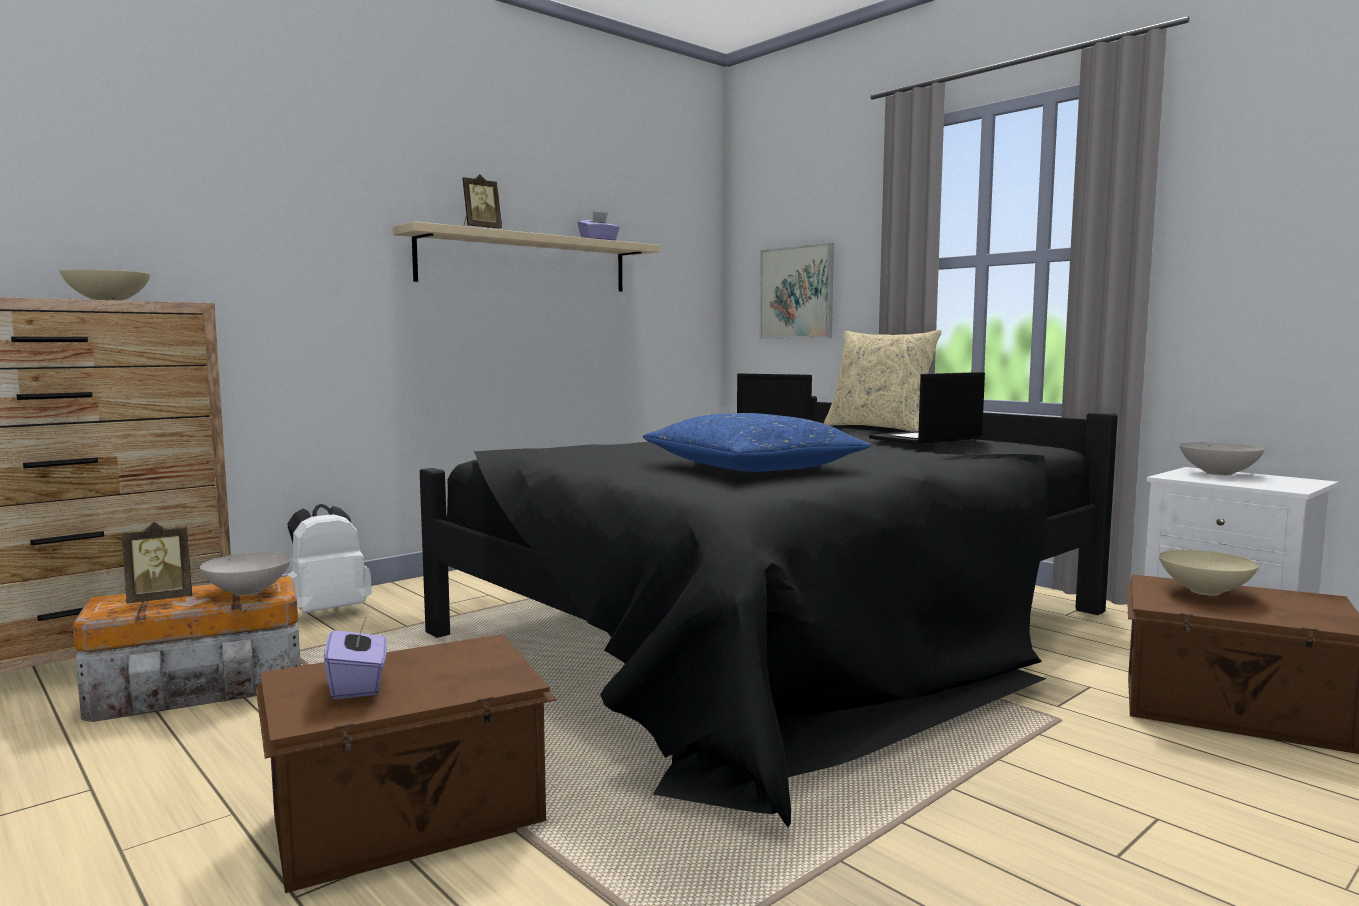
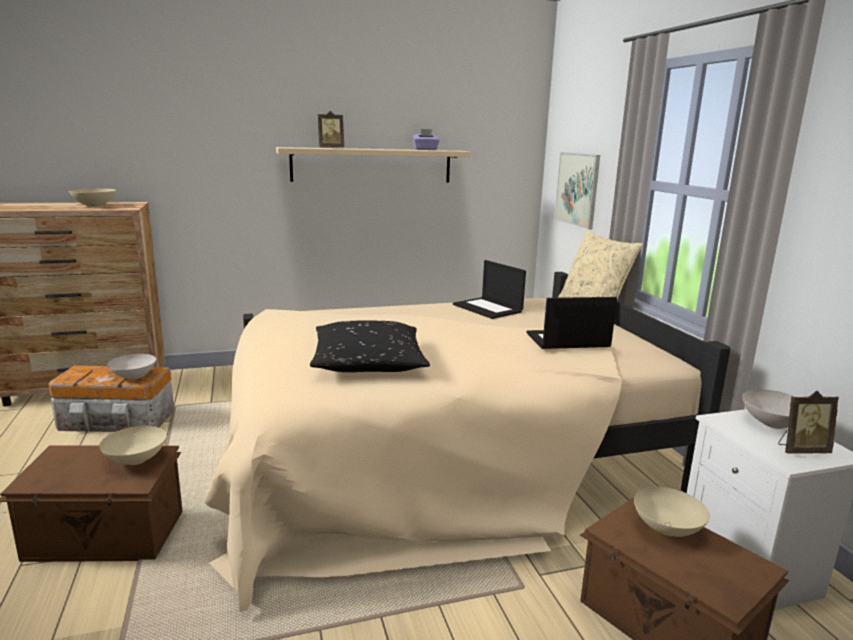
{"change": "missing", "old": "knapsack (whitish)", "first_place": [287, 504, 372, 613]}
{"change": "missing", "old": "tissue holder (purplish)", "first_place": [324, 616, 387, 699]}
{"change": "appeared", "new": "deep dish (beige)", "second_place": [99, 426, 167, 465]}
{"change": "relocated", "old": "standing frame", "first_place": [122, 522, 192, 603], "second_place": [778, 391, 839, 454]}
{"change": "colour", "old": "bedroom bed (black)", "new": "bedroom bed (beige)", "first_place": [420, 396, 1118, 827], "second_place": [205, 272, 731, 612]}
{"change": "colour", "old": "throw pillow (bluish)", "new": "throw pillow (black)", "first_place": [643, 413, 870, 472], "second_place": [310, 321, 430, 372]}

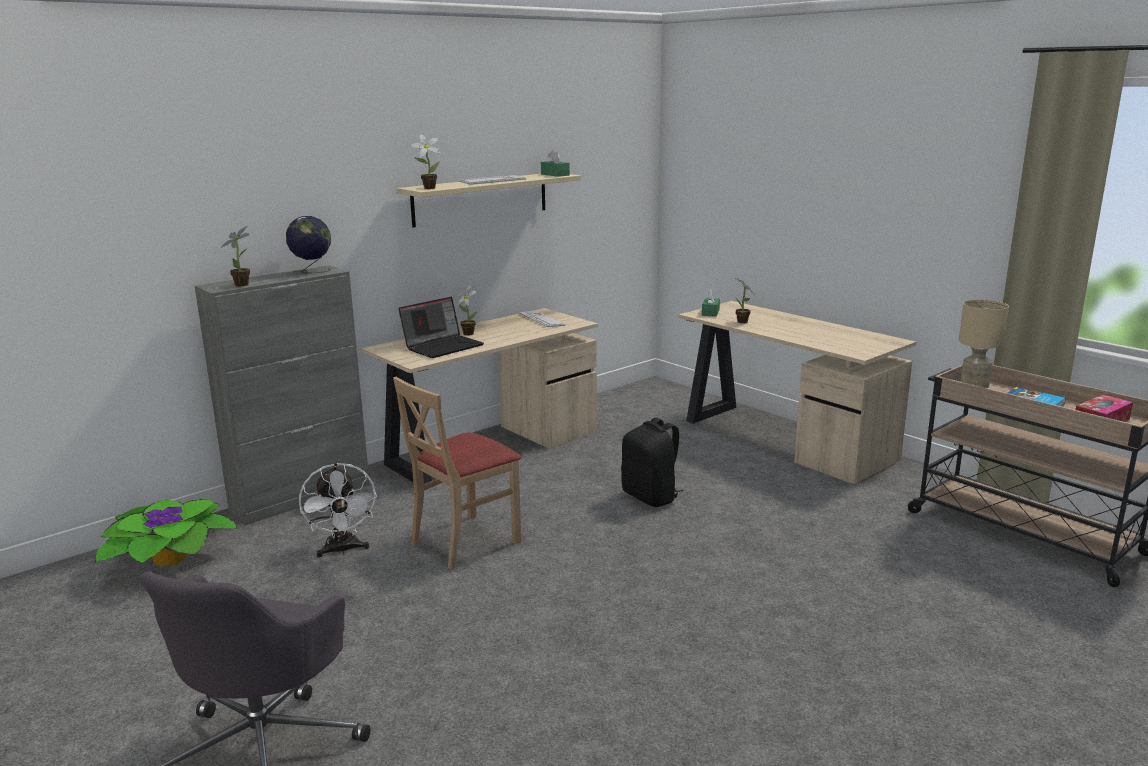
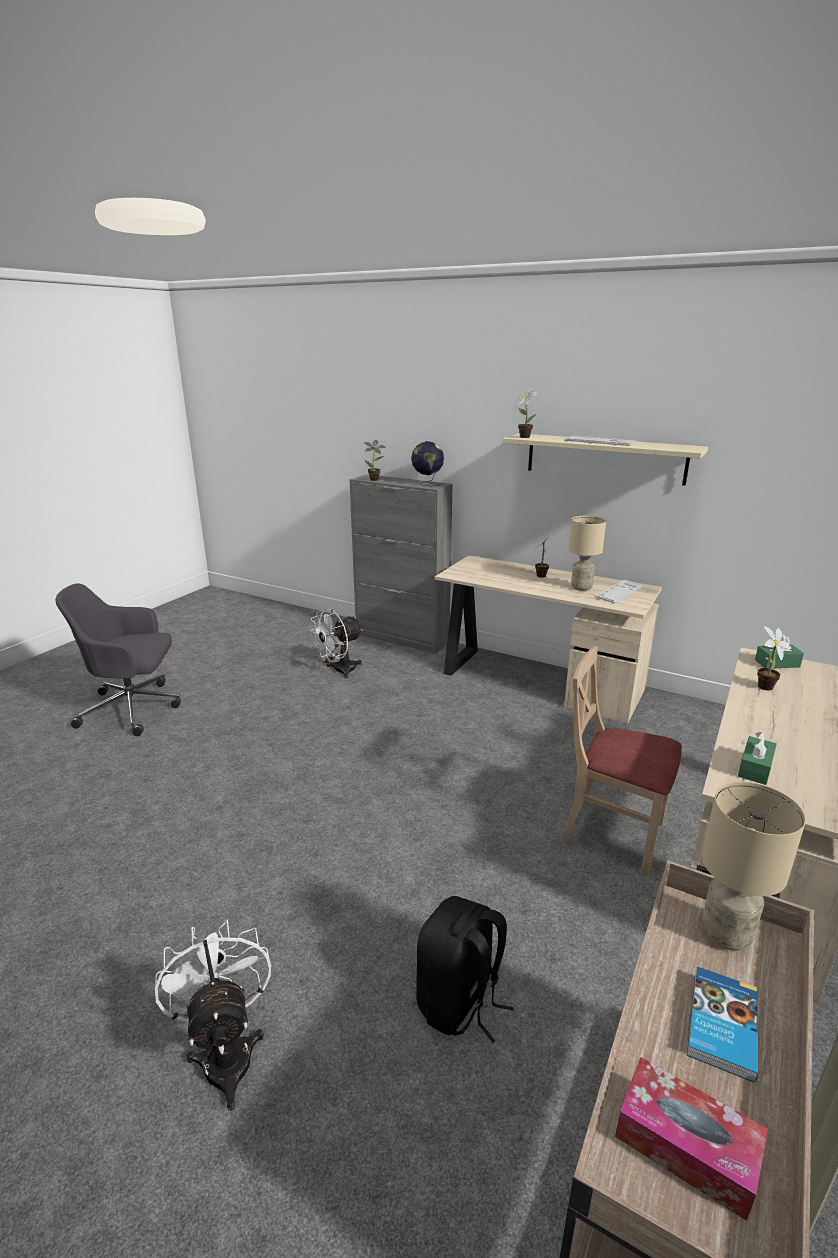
{"change": "missing", "old": "houseplant", "first_place": [95, 499, 238, 566]}
{"change": "missing", "old": "notebook computer", "first_place": [398, 297, 484, 358]}
{"change": "appeared", "new": "cooling fan (whitish)", "second_place": [155, 919, 271, 1111]}
{"change": "appeared", "new": "tabletop lamp (beige)", "second_place": [569, 516, 606, 591]}
{"change": "relocated", "old": "chair (beige)", "first_place": [393, 377, 521, 569], "second_place": [560, 646, 682, 876]}
{"change": "relocated", "old": "tissue holder (green-coloured)", "first_place": [541, 150, 570, 177], "second_place": [738, 732, 777, 785]}
{"change": "relocated", "old": "knapsack (black)", "first_place": [621, 417, 684, 507], "second_place": [416, 896, 514, 1043]}

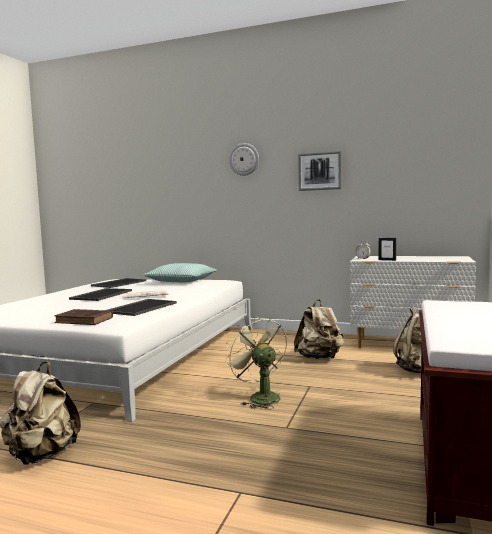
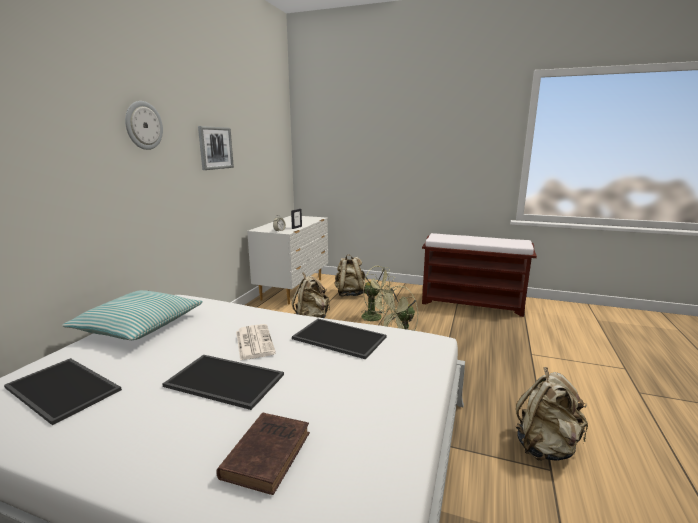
{"change": "appeared", "new": "cooling fan (green-coloured)", "second_place": [361, 266, 397, 324]}
{"change": "relocated", "old": "bound book (brown)", "first_place": [55, 309, 113, 325], "second_place": [216, 412, 310, 495]}

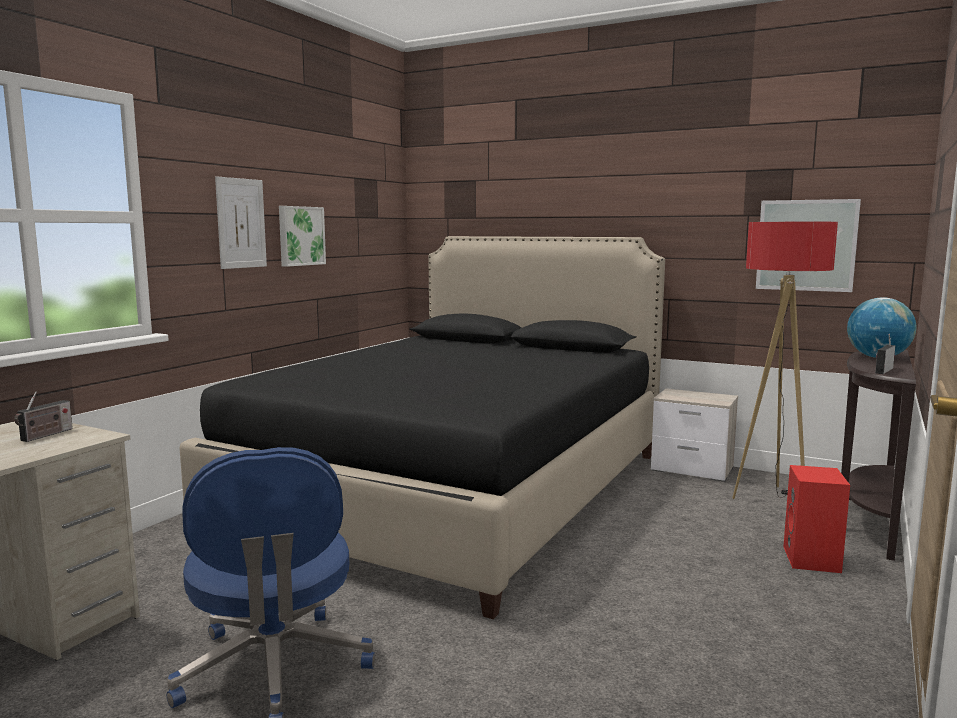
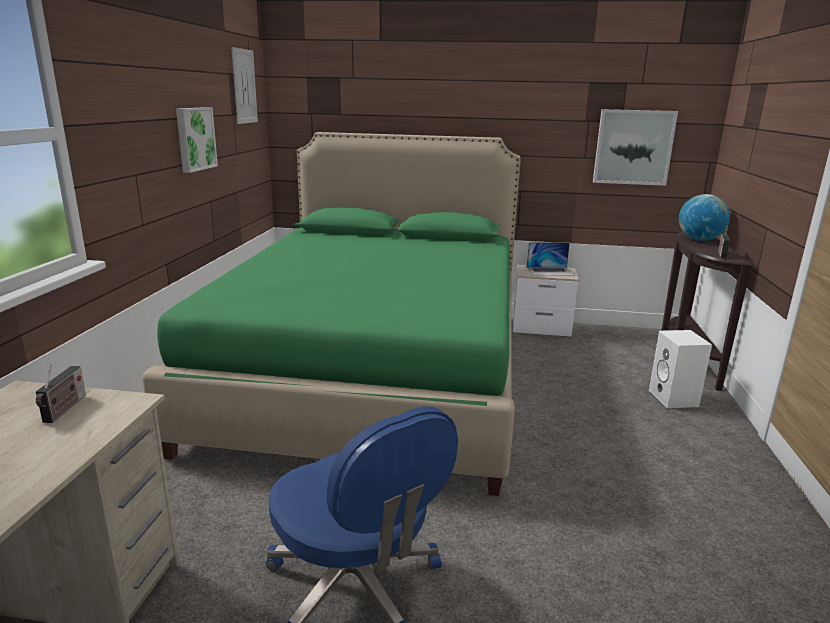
{"change": "missing", "old": "floor lamp", "first_place": [732, 222, 838, 499]}
{"change": "appeared", "new": "notebook computer", "second_place": [527, 242, 575, 276]}
{"change": "relocated", "old": "picture", "first_place": [215, 176, 267, 269], "second_place": [231, 47, 258, 124]}
{"change": "colour", "old": "bedroom bed (black)", "new": "bedroom bed (green-coloured)", "first_place": [180, 236, 665, 619], "second_place": [142, 132, 521, 496]}
{"change": "colour", "old": "speaker (red-coloured)", "new": "speaker (whitish)", "first_place": [783, 465, 850, 573], "second_place": [649, 330, 712, 408]}

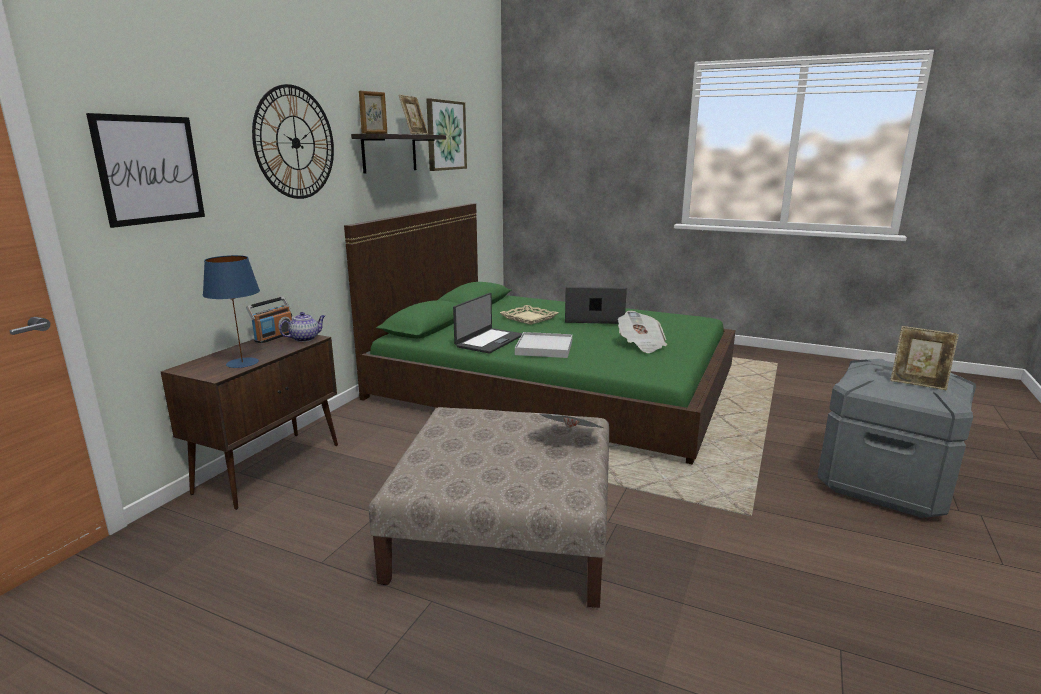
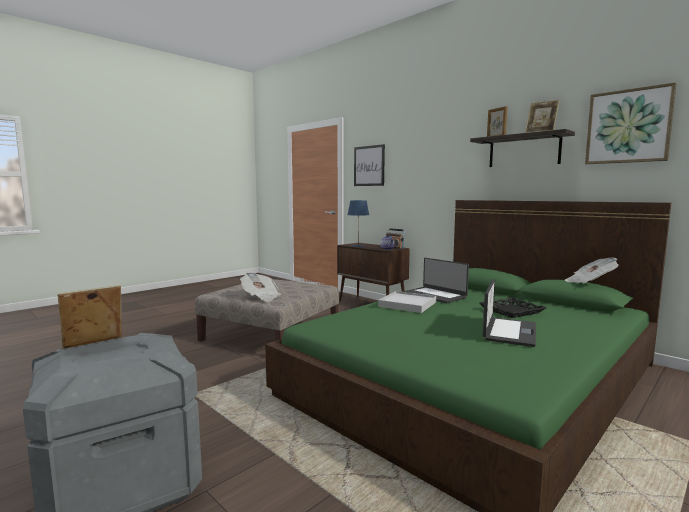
{"change": "missing", "old": "wall clock", "first_place": [252, 84, 334, 199]}
{"change": "relocated", "old": "daily paper", "first_place": [618, 311, 667, 353], "second_place": [565, 257, 619, 283]}
{"change": "colour", "old": "carrying tray (beige)", "new": "carrying tray (black)", "first_place": [500, 305, 558, 325], "second_place": [479, 297, 547, 318]}

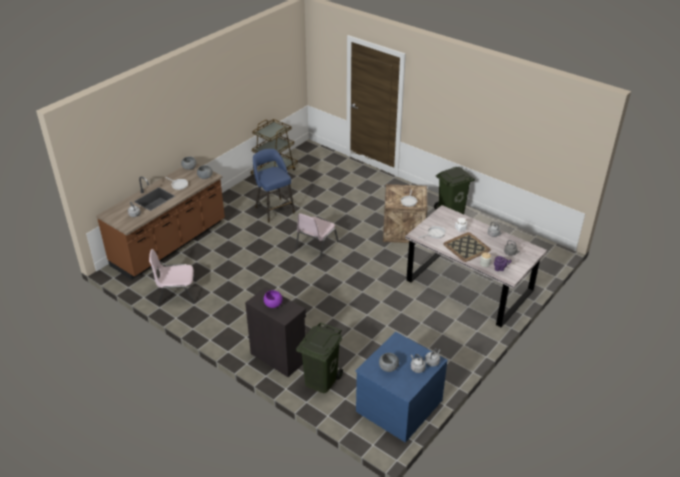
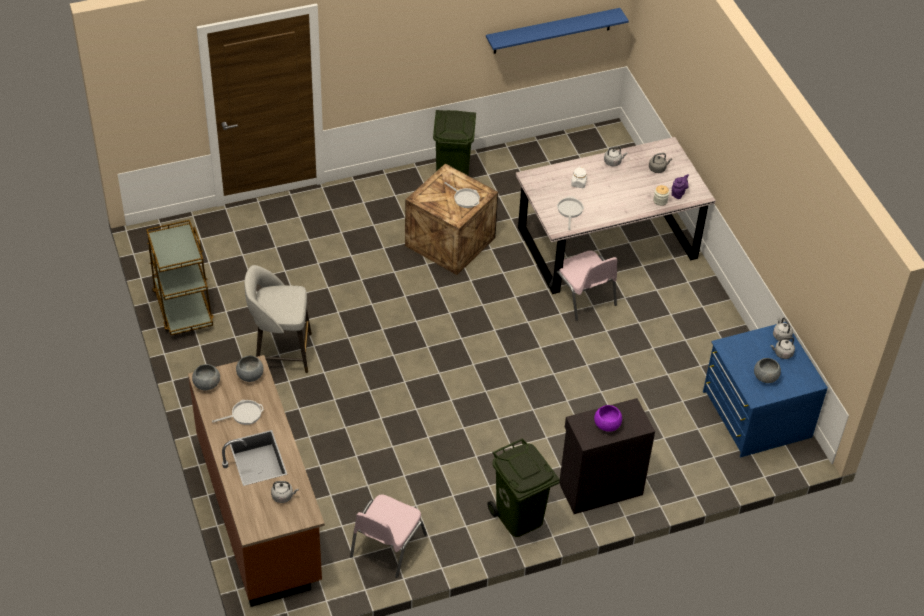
{"change": "missing", "old": "carrying tray", "first_place": [443, 232, 491, 262]}
{"change": "appeared", "new": "bracket shelf (bluish)", "second_place": [486, 8, 629, 54]}
{"change": "relocated", "old": "chair (pinkish)", "first_place": [295, 213, 339, 259], "second_place": [549, 250, 618, 321]}
{"change": "relocated", "old": "waste bin (green-coloured)", "first_place": [296, 322, 343, 393], "second_place": [488, 438, 560, 537]}
{"change": "colour", "old": "sitting stool (bluish)", "new": "sitting stool (grey)", "first_place": [253, 149, 295, 222], "second_place": [245, 265, 312, 373]}

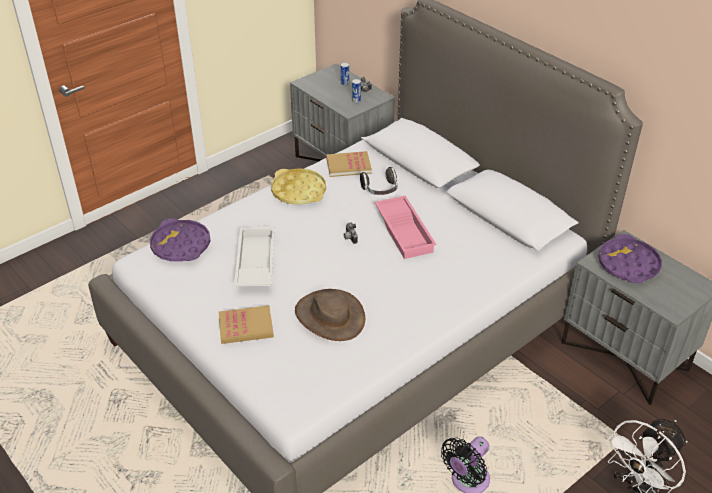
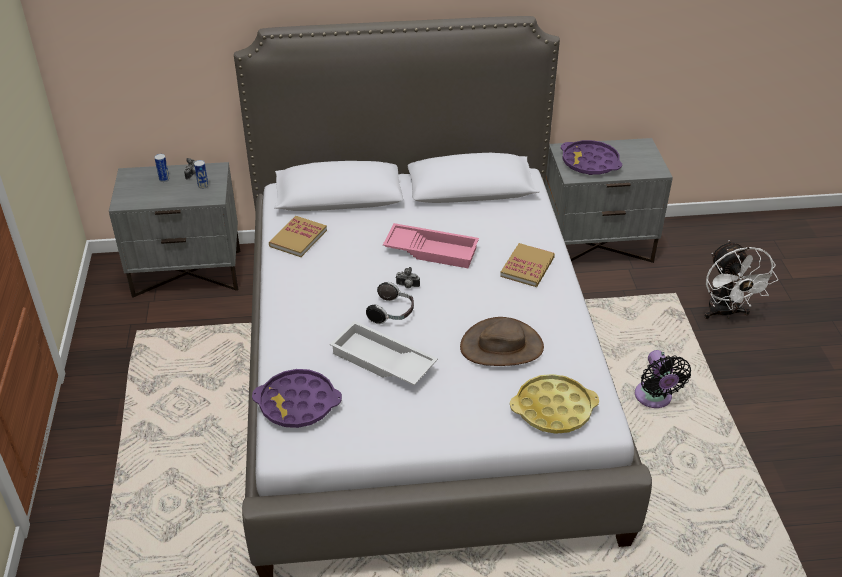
{"change": "relocated", "old": "bound book", "first_place": [218, 306, 274, 344], "second_place": [500, 243, 555, 287]}
{"change": "relocated", "old": "carrying tray (yellowish)", "first_place": [271, 168, 326, 205], "second_place": [510, 374, 599, 434]}
{"change": "relocated", "old": "pair of headphones", "first_place": [360, 167, 397, 195], "second_place": [366, 282, 414, 324]}

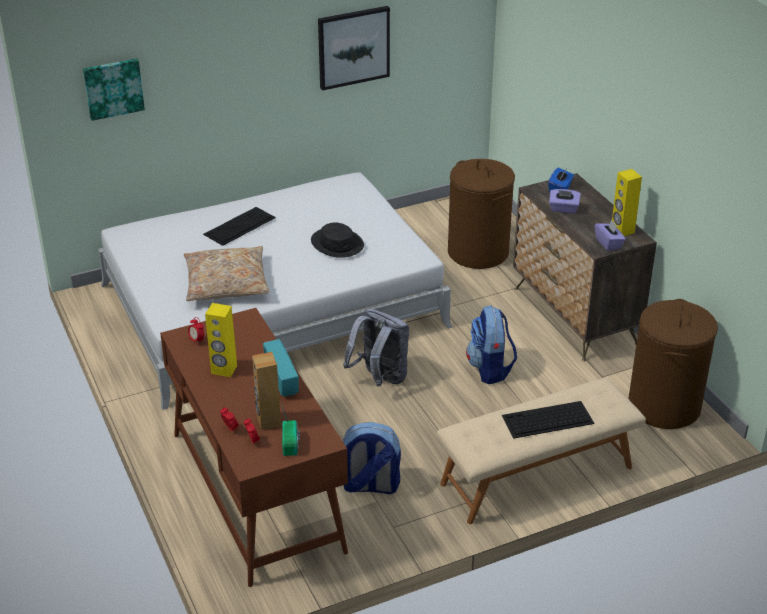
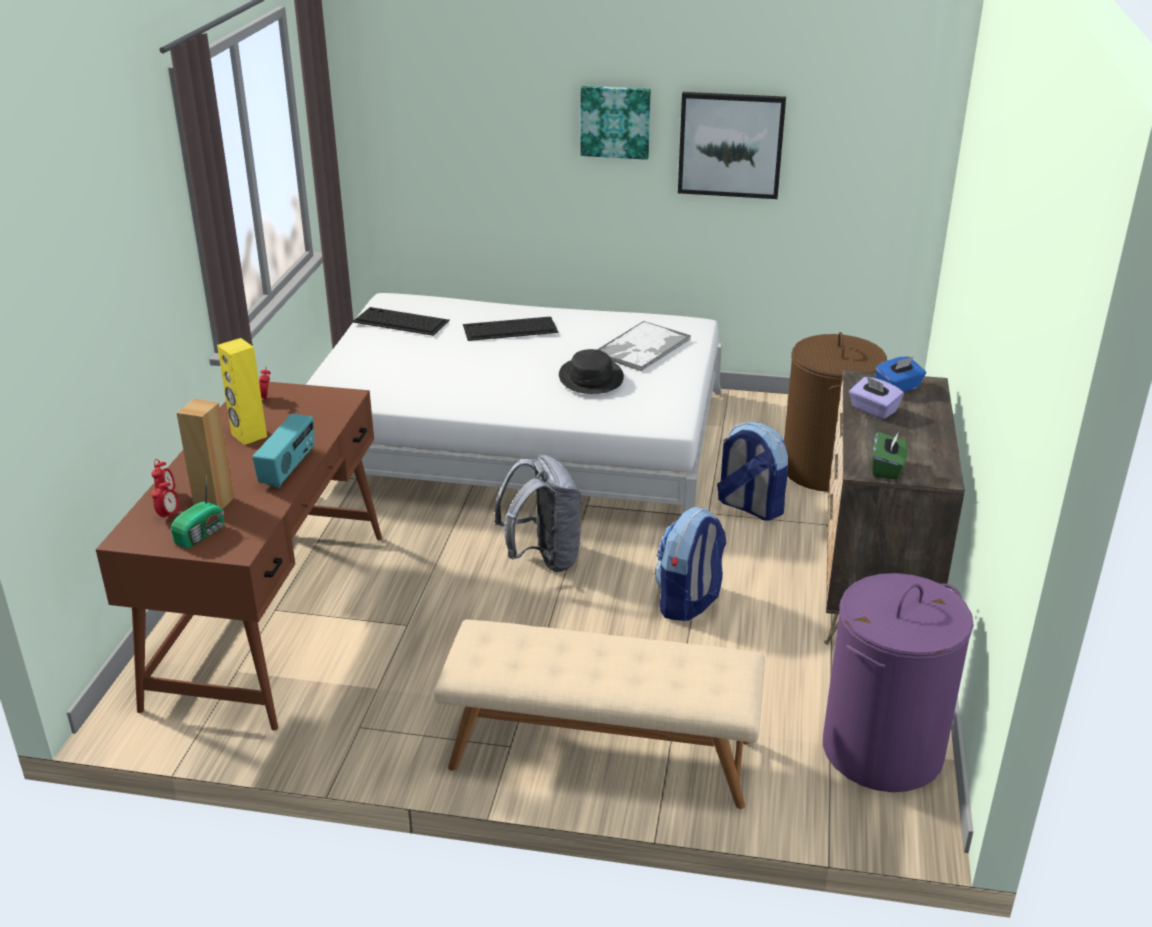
{"change": "missing", "old": "throw pillow (beige)", "first_place": [184, 246, 269, 301]}
{"change": "missing", "old": "speaker (yellowish)", "first_place": [612, 169, 642, 236]}
{"change": "appeared", "new": "carrying tray", "second_place": [597, 321, 691, 371]}
{"change": "relocated", "old": "picture", "first_place": [83, 59, 145, 121], "second_place": [580, 86, 651, 160]}
{"change": "relocated", "old": "knapsack", "first_place": [343, 422, 401, 494], "second_place": [717, 422, 788, 521]}
{"change": "relocated", "old": "PC keyboard", "first_place": [502, 401, 594, 439], "second_place": [352, 307, 450, 336]}
{"change": "colour", "old": "tissue holder (purplish)", "new": "tissue holder (green-coloured)", "first_place": [595, 220, 626, 251], "second_place": [872, 432, 907, 479]}
{"change": "colour", "old": "laundry basket (brown)", "new": "laundry basket (purplish)", "first_place": [628, 299, 718, 429], "second_place": [823, 573, 974, 792]}

